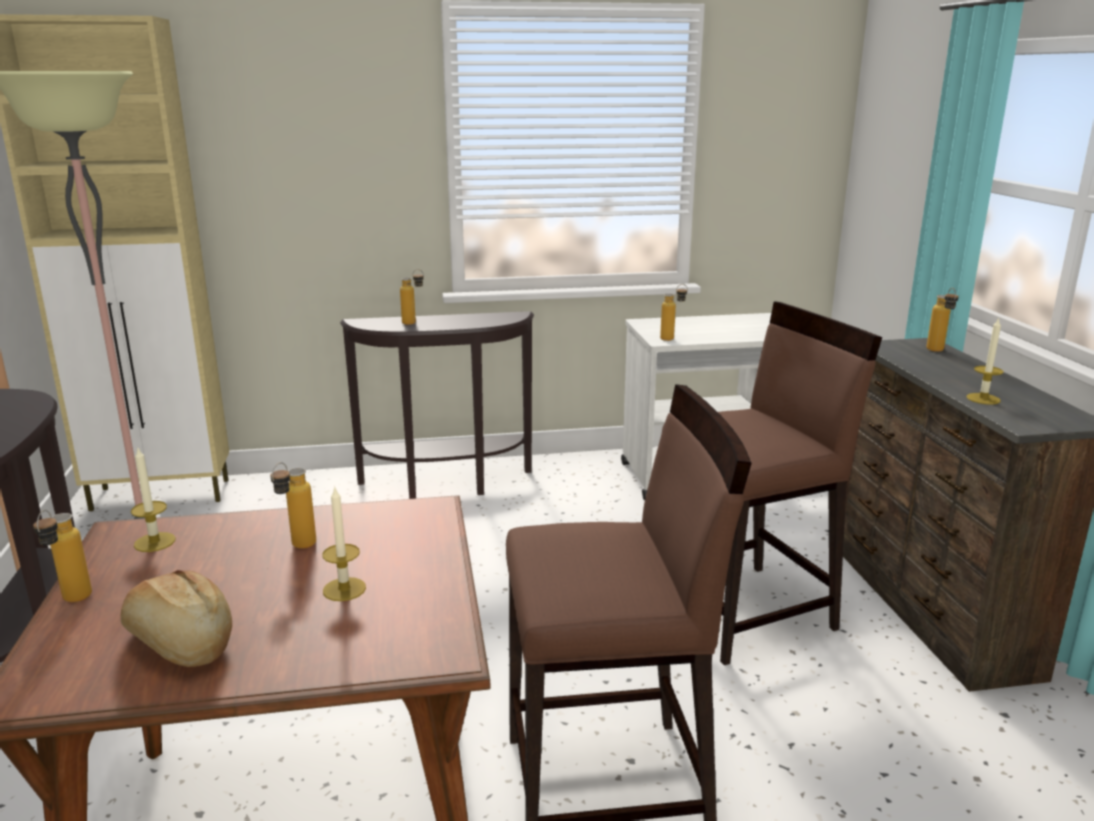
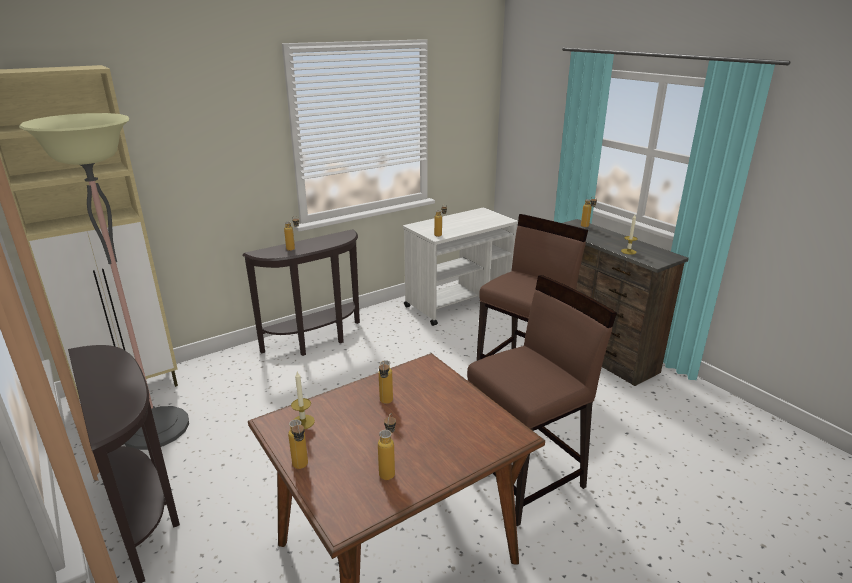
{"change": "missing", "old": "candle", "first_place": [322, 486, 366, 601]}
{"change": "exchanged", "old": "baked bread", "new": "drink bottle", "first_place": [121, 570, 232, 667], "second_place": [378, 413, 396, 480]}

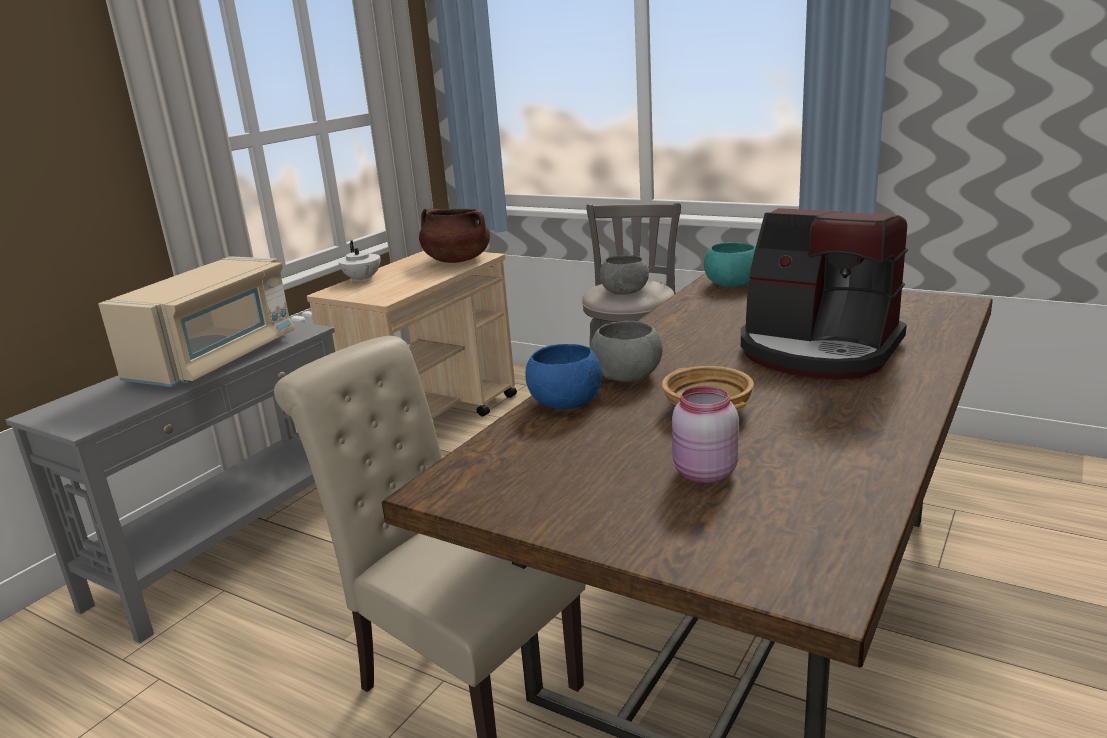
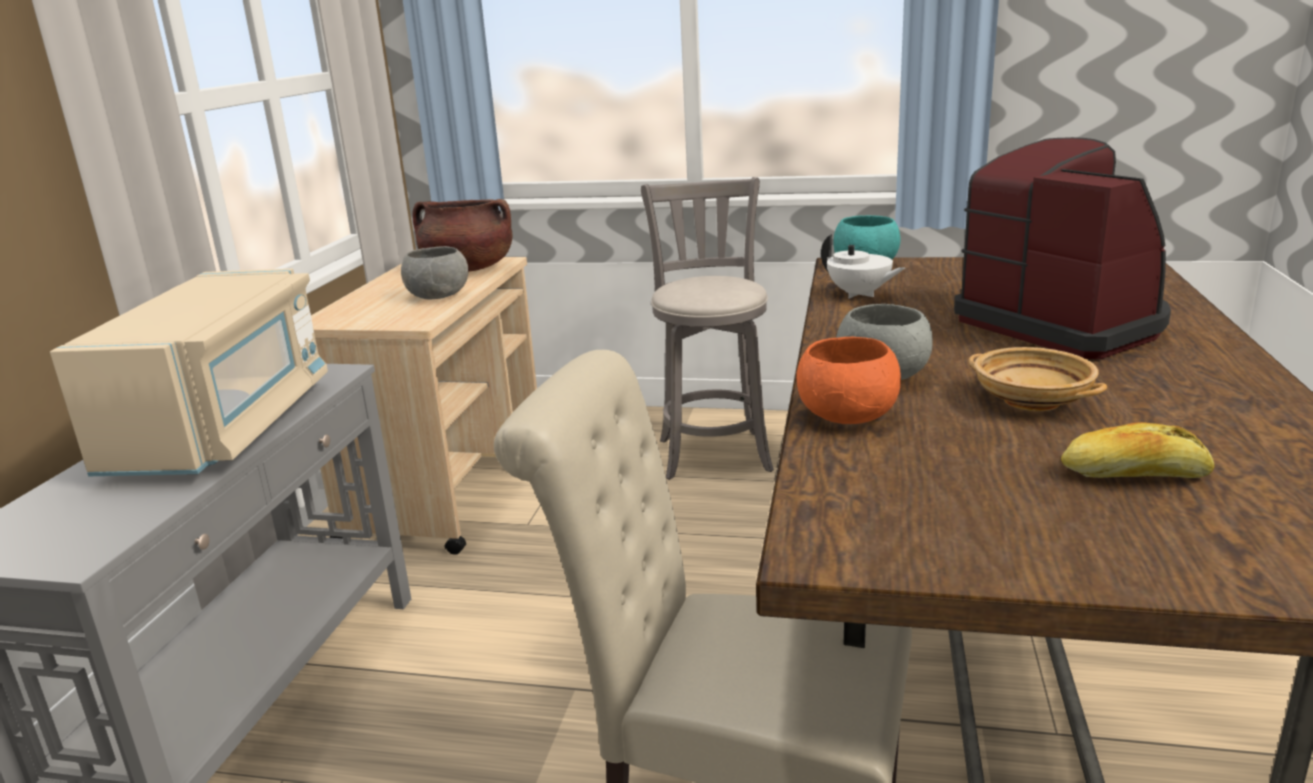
{"change": "relocated", "old": "teapot (whitish)", "first_place": [338, 240, 380, 282], "second_place": [821, 234, 905, 299]}
{"change": "relocated", "old": "deep dish (grey)", "first_place": [600, 255, 649, 294], "second_place": [401, 246, 468, 300]}
{"change": "exchanged", "old": "storage jar (pinkish)", "new": "baked bread", "first_place": [672, 386, 739, 483], "second_place": [1061, 422, 1214, 478]}
{"change": "colour", "old": "deep dish (bluish)", "new": "deep dish (orange-coloured)", "first_place": [525, 344, 602, 409], "second_place": [796, 337, 901, 424]}
{"change": "spun", "old": "coffee machine", "first_place": [741, 208, 908, 379], "second_place": [954, 137, 1171, 359], "degrees": -135}

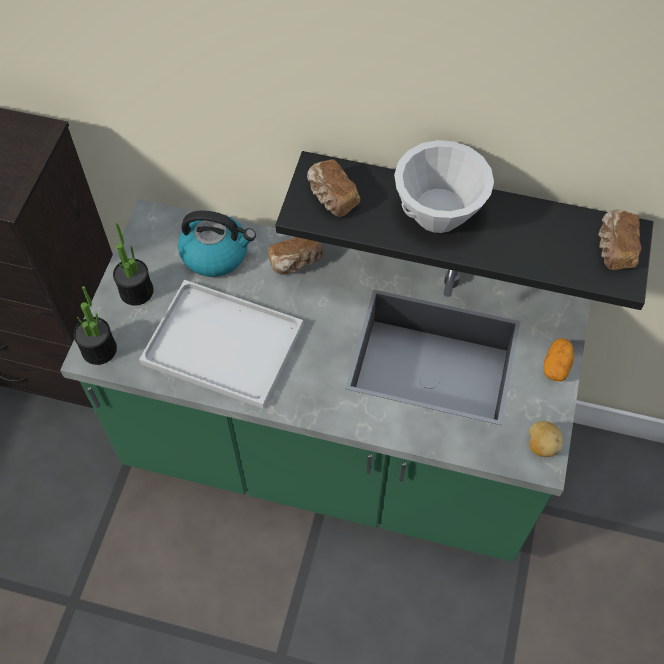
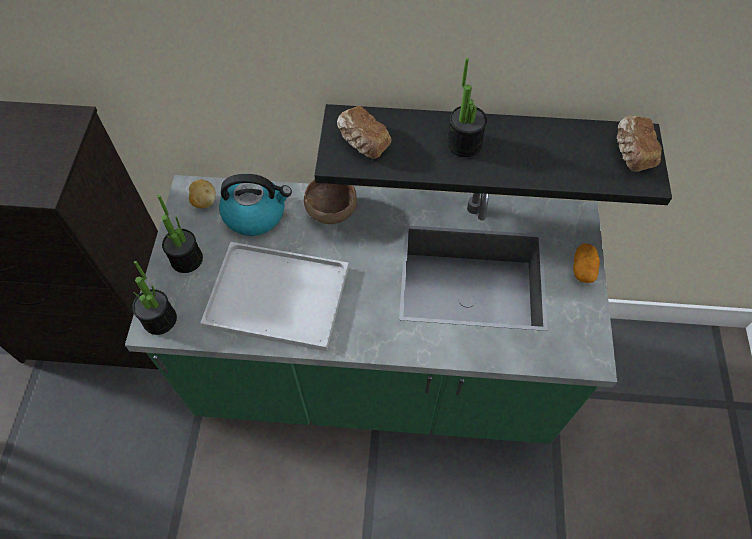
{"change": "relocated", "old": "spud", "first_place": [529, 421, 563, 457], "second_place": [189, 179, 216, 208]}
{"change": "exchanged", "old": "baked bread", "new": "deep dish (brown)", "first_place": [268, 237, 323, 275], "second_place": [304, 179, 357, 224]}
{"change": "exchanged", "old": "deep dish (whitish)", "new": "houseplant", "first_place": [394, 140, 494, 233], "second_place": [446, 58, 487, 157]}

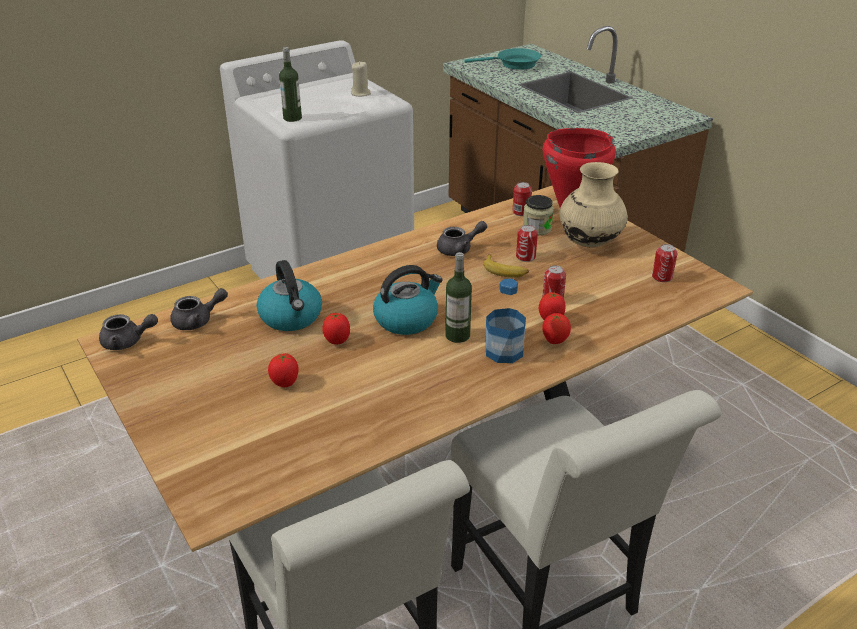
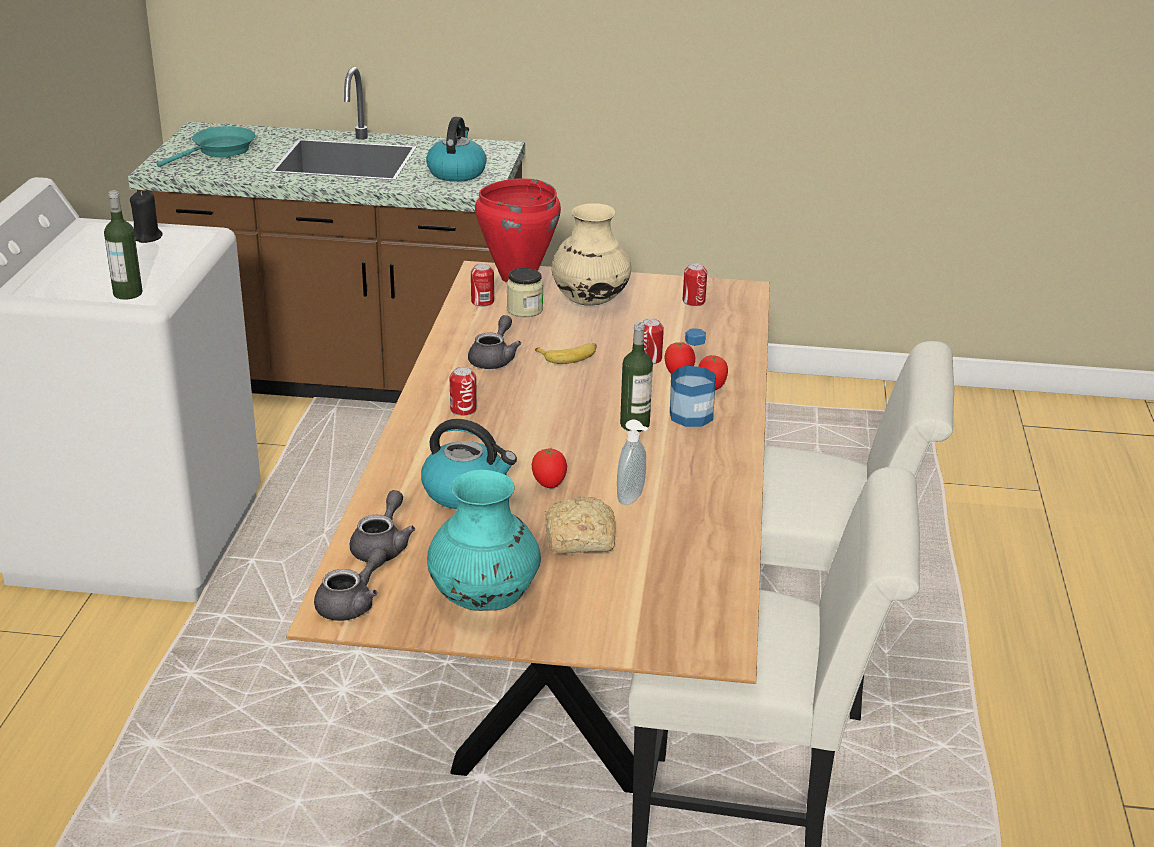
{"change": "appeared", "new": "vase (blue-green)", "second_place": [427, 470, 541, 611]}
{"change": "appeared", "new": "liquid soap bottle", "second_place": [617, 419, 648, 505]}
{"change": "relocated", "old": "water kettle", "first_place": [373, 265, 443, 335], "second_place": [426, 117, 487, 182]}
{"change": "relocated", "old": "metal can", "first_place": [516, 225, 538, 262], "second_place": [449, 367, 477, 416]}
{"change": "exchanged", "old": "tomato", "new": "baked bread", "first_place": [268, 353, 298, 387], "second_place": [545, 496, 616, 554]}
{"change": "colour", "old": "candle (beige)", "new": "candle (black)", "first_place": [351, 61, 371, 97], "second_place": [130, 191, 163, 243]}

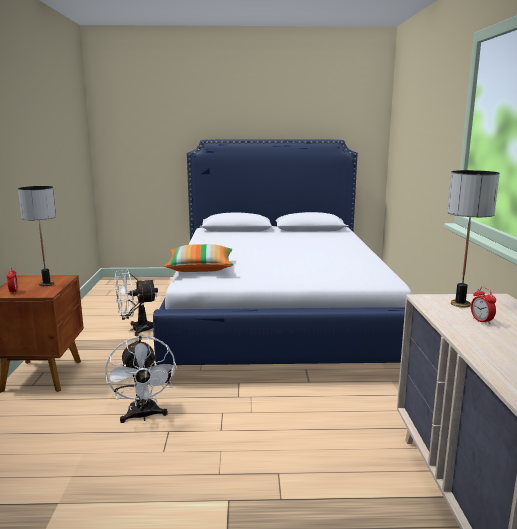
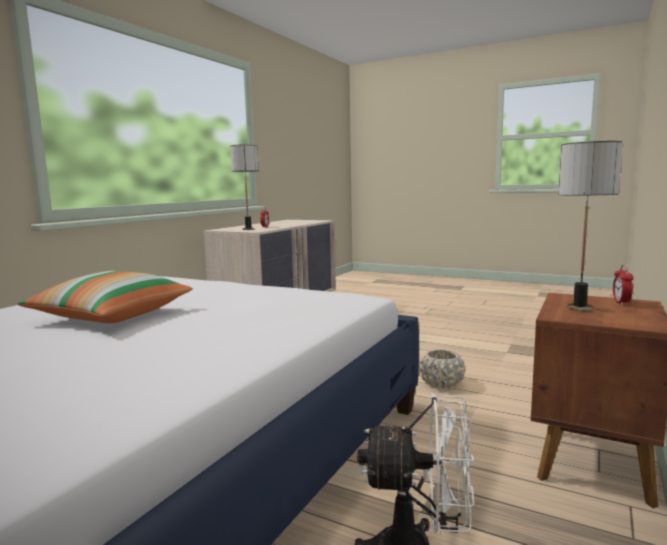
{"change": "relocated", "old": "throw pillow", "first_place": [165, 244, 233, 272], "second_place": [17, 271, 193, 323]}
{"change": "exchanged", "old": "cooling fan (whitish)", "new": "flower pot (beige)", "first_place": [105, 336, 177, 423], "second_place": [419, 349, 465, 388]}

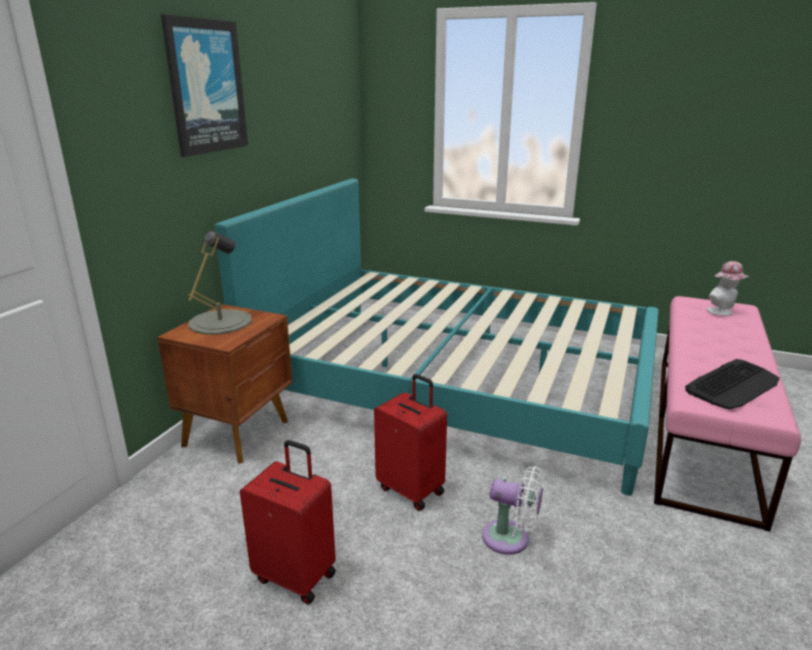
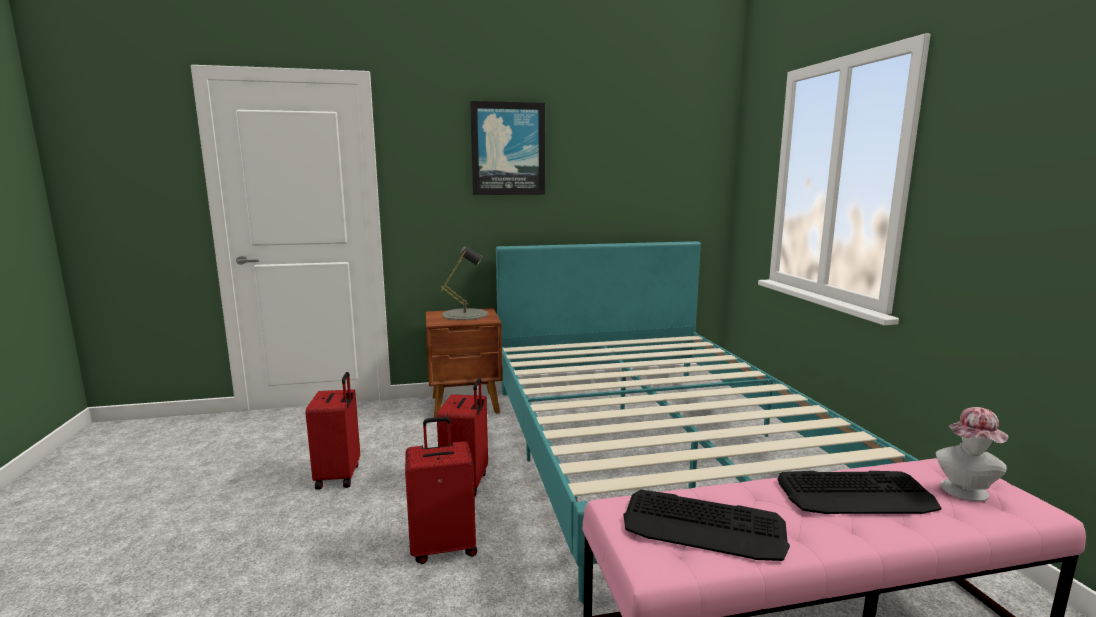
{"change": "appeared", "new": "PC keyboard", "second_place": [778, 471, 941, 514]}
{"change": "exchanged", "old": "cooling fan (whitish)", "new": "piece of luggage (red-coloured)", "first_place": [482, 466, 544, 555], "second_place": [405, 417, 477, 564]}

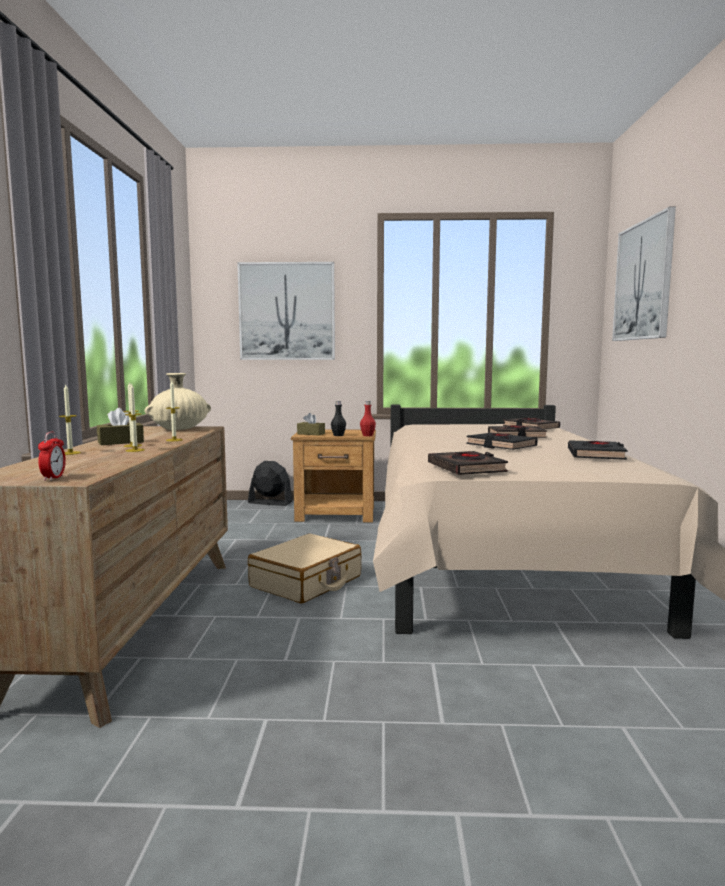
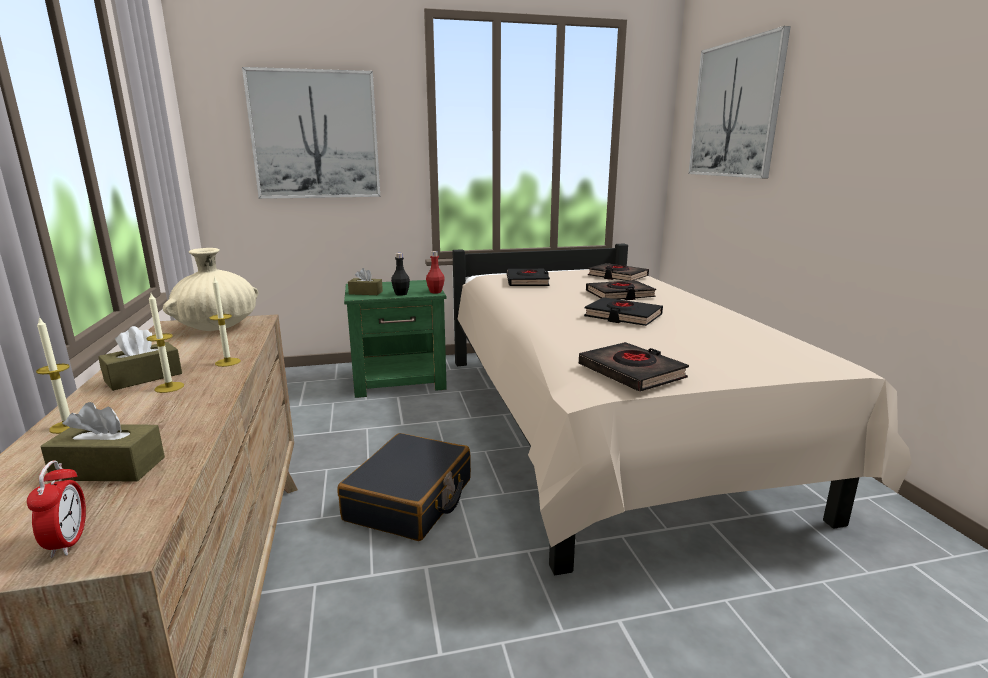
{"change": "missing", "old": "candle", "first_place": [125, 383, 145, 452]}
{"change": "missing", "old": "cooling fan (black)", "first_place": [248, 461, 292, 506]}
{"change": "appeared", "new": "tissue holder (brown)", "second_place": [40, 402, 165, 482]}
{"change": "relocated", "old": "bound book (black)", "first_place": [568, 440, 627, 460], "second_place": [507, 269, 550, 286]}
{"change": "colour", "old": "piece of luggage (beige)", "new": "piece of luggage (black)", "first_place": [248, 533, 361, 603], "second_place": [338, 433, 471, 541]}
{"change": "colour", "old": "nightstand (brown)", "new": "nightstand (green-coloured)", "first_place": [291, 429, 376, 522], "second_place": [344, 280, 447, 398]}

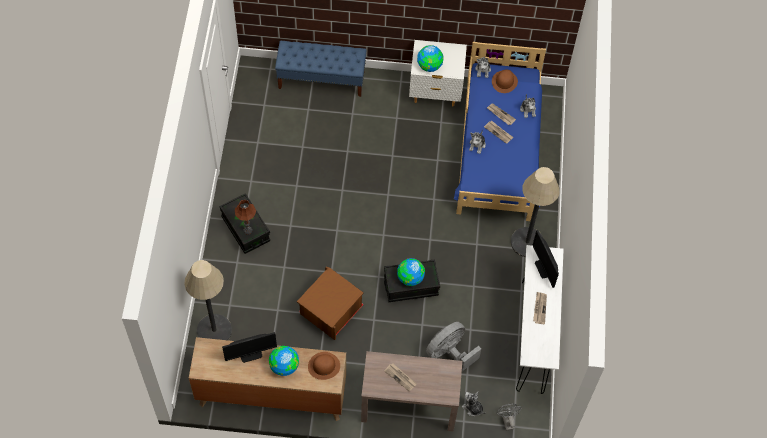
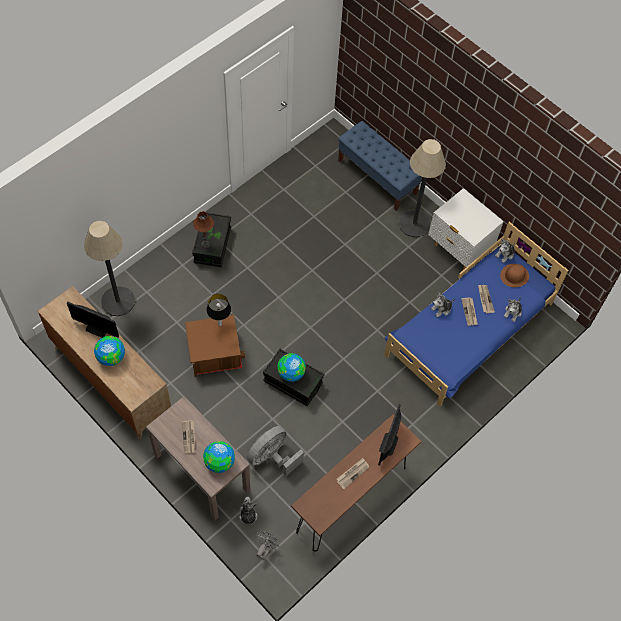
{"change": "missing", "old": "clothing hat (brown)", "first_place": [308, 352, 340, 380]}
{"change": "appeared", "new": "tabletop lamp", "second_place": [206, 294, 231, 326]}
{"change": "relocated", "old": "globe", "first_place": [417, 45, 444, 72], "second_place": [203, 441, 235, 473]}
{"change": "relocated", "old": "floor lamp", "first_place": [511, 167, 560, 257], "second_place": [399, 139, 446, 237]}
{"change": "colour", "old": "console table (whitish)", "new": "console table (brown)", "first_place": [516, 245, 564, 394], "second_place": [291, 414, 422, 551]}
{"change": "spun", "old": "cooling fan (grey)", "first_place": [426, 322, 481, 371], "second_place": [247, 426, 304, 476], "degrees": -45}

